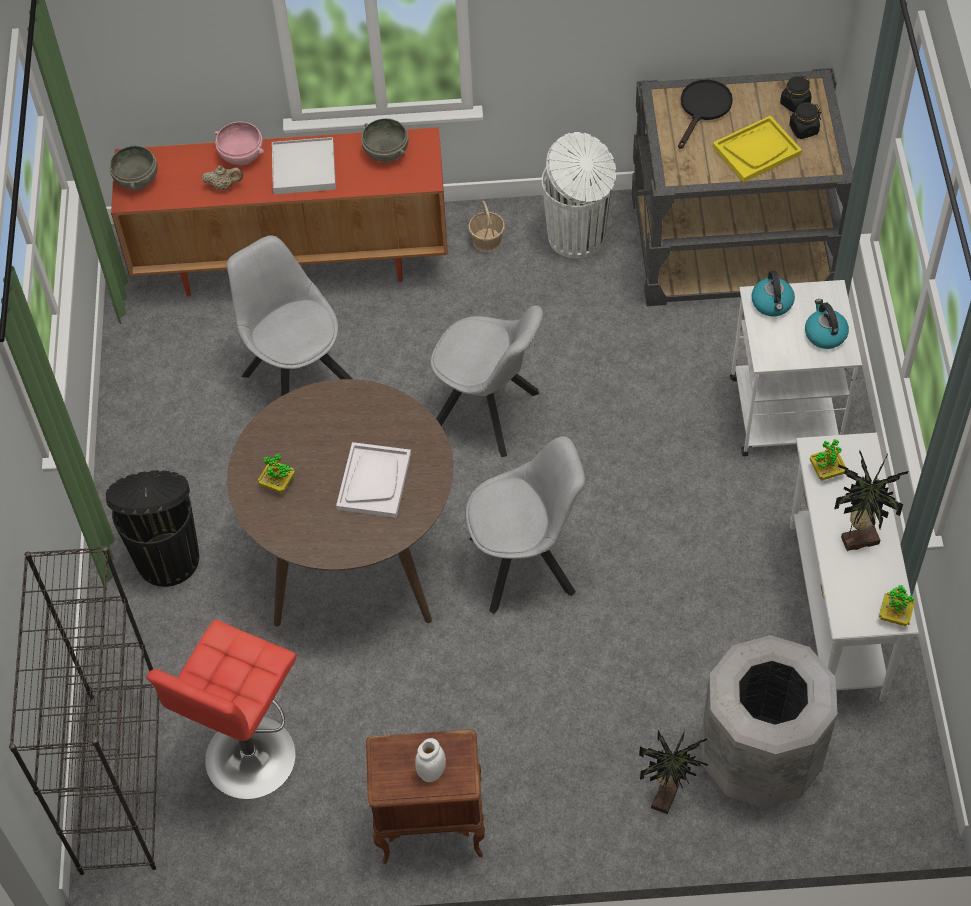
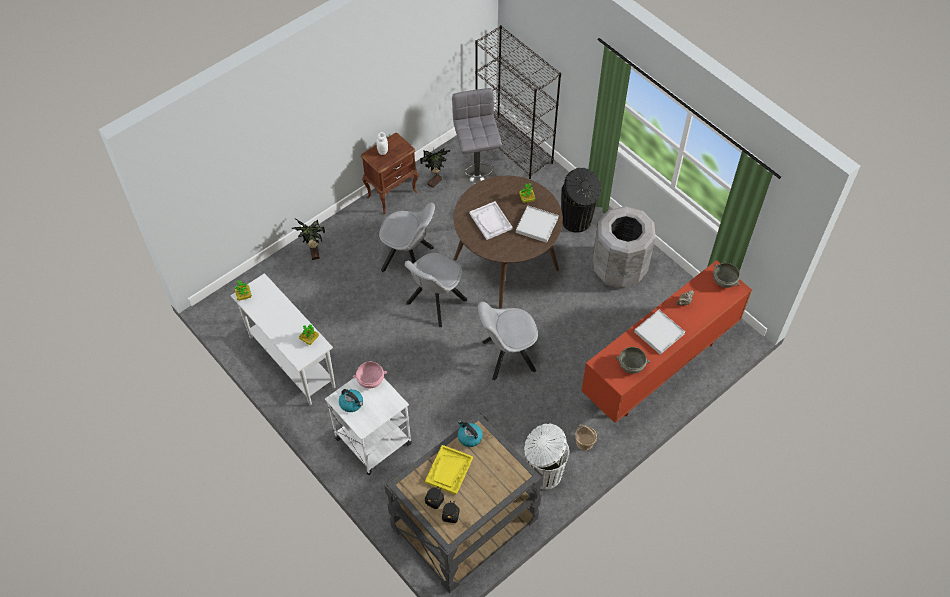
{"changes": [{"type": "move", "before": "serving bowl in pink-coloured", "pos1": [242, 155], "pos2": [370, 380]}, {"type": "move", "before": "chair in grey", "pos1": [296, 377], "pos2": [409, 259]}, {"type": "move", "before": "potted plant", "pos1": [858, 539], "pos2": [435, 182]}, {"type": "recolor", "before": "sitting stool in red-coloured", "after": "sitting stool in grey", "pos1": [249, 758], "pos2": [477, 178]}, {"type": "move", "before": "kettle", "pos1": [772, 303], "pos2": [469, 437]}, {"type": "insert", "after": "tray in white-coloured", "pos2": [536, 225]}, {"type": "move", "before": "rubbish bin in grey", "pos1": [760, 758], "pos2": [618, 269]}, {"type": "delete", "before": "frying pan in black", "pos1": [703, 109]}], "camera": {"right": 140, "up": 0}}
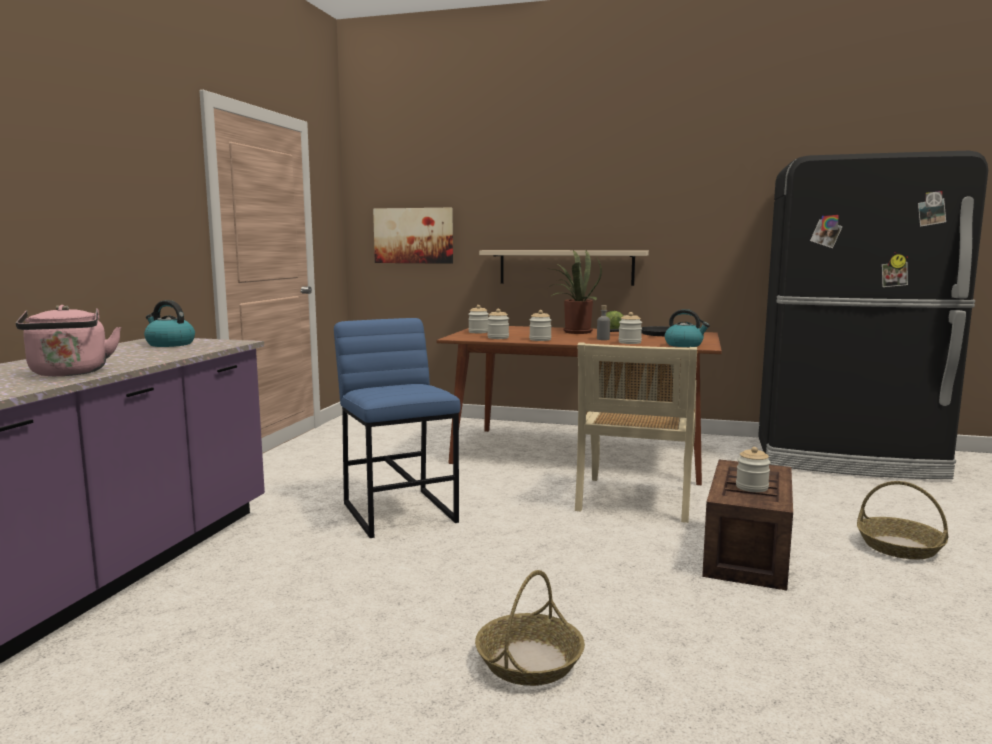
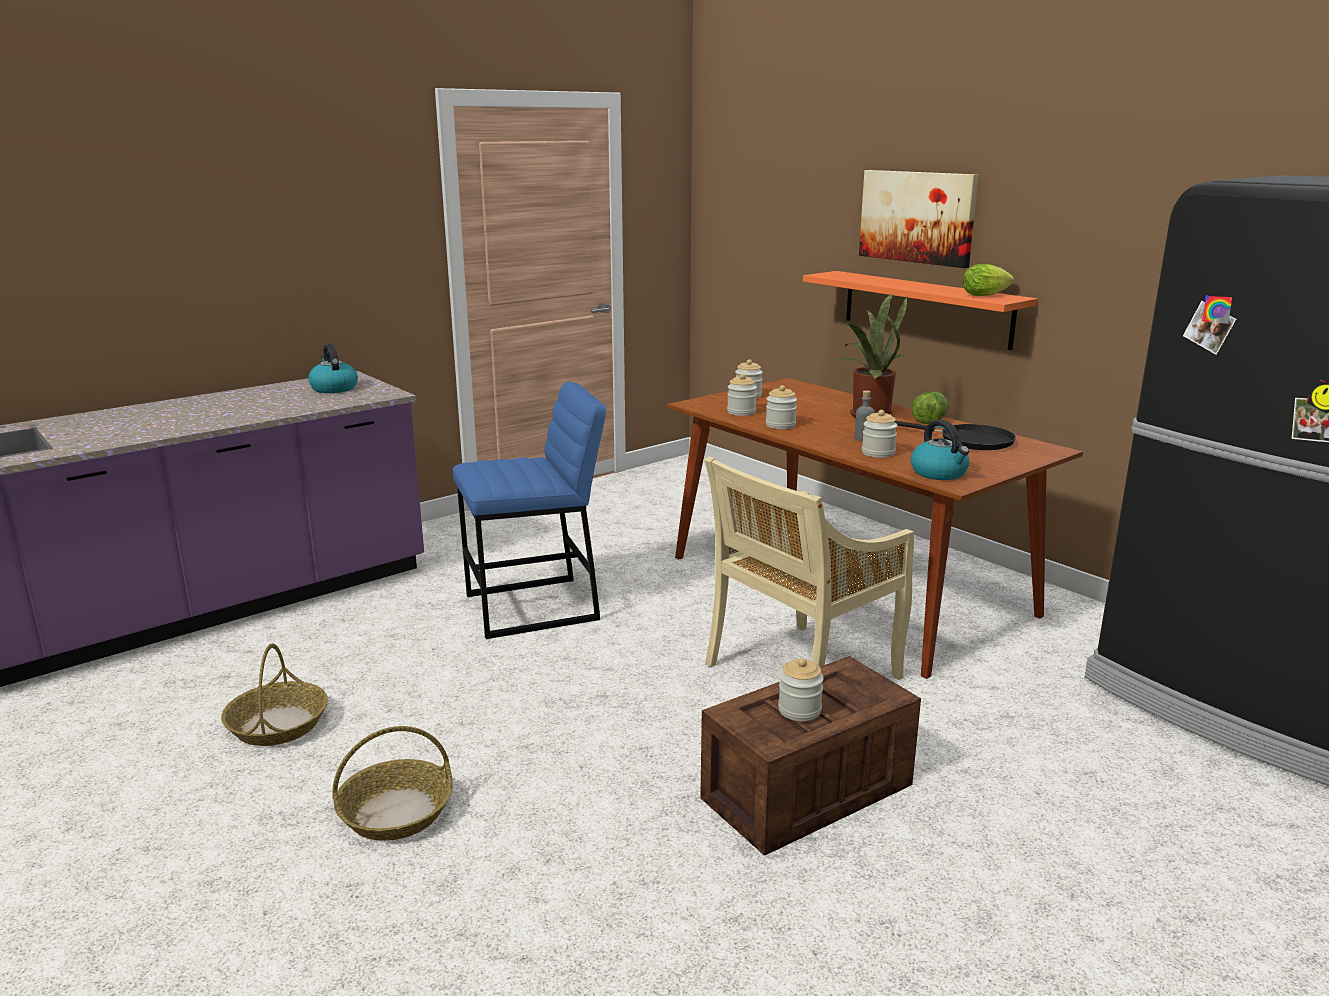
{"changes": [{"type": "move", "before": "household basket", "pos1": [898, 547], "pos2": [277, 724]}, {"type": "rotate", "before": "chair in bluish", "pos1": [398, 511], "pos2": [535, 606], "turn": 60}, {"type": "recolor", "before": "wall shelf in beige-coloured", "after": "wall shelf in orange", "pos1": [566, 267], "pos2": [926, 308]}, {"type": "move", "before": "wall art", "pos1": [413, 235], "pos2": [917, 217]}, {"type": "insert", "after": "lettuce", "pos2": [987, 295]}, {"type": "delete", "before": "kettle in pink-coloured", "pos1": [69, 373]}], "camera": {"right": 35, "up": 10}}
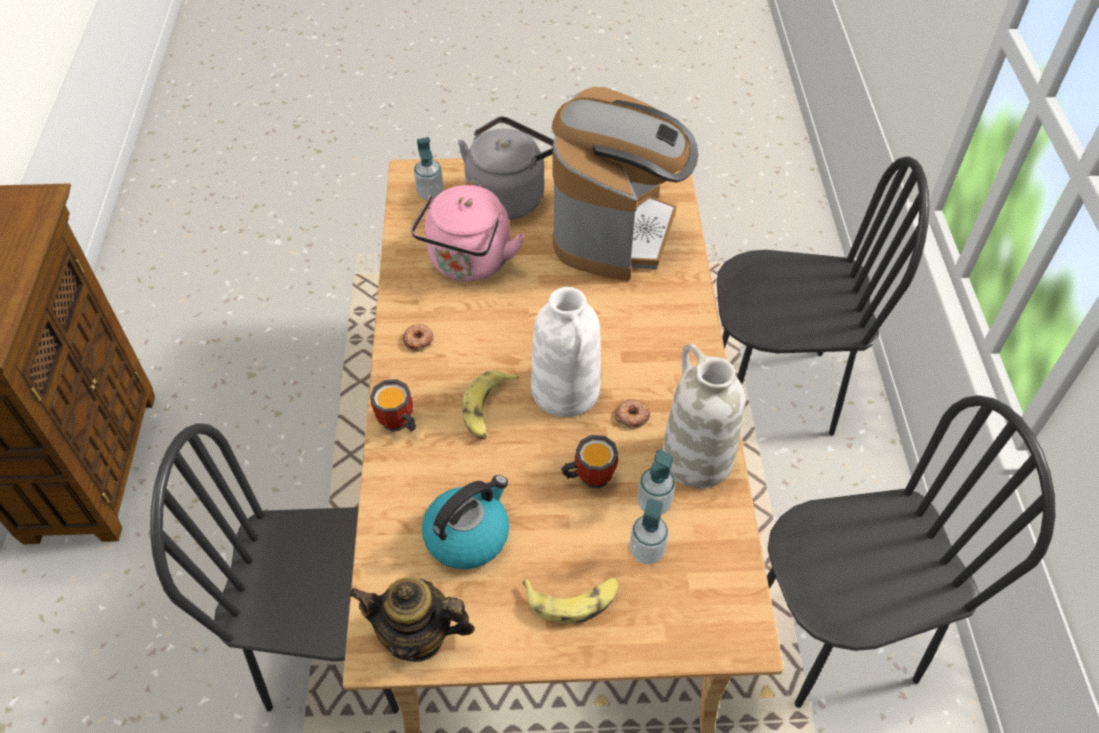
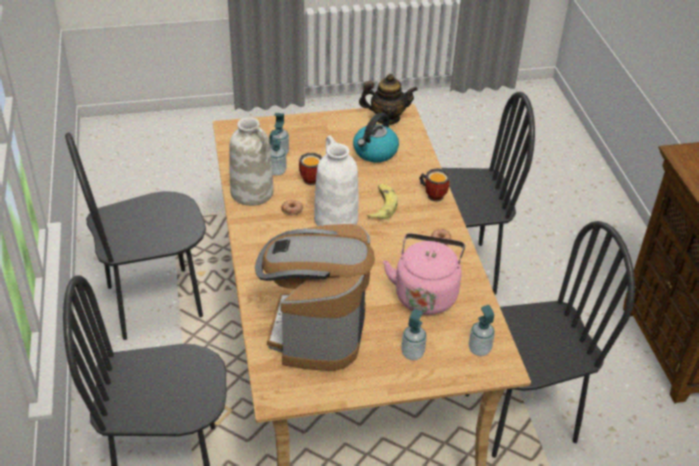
{"changes": [{"type": "replace", "before": "kettle in grey", "after": "soap bottle", "pos1": [508, 196], "pos2": [412, 353]}, {"type": "insert", "after": "chair in black", "pos2": [519, 416]}, {"type": "delete", "before": "whole banana", "pos1": [573, 599]}], "camera": {"right": 170, "up": -10}}
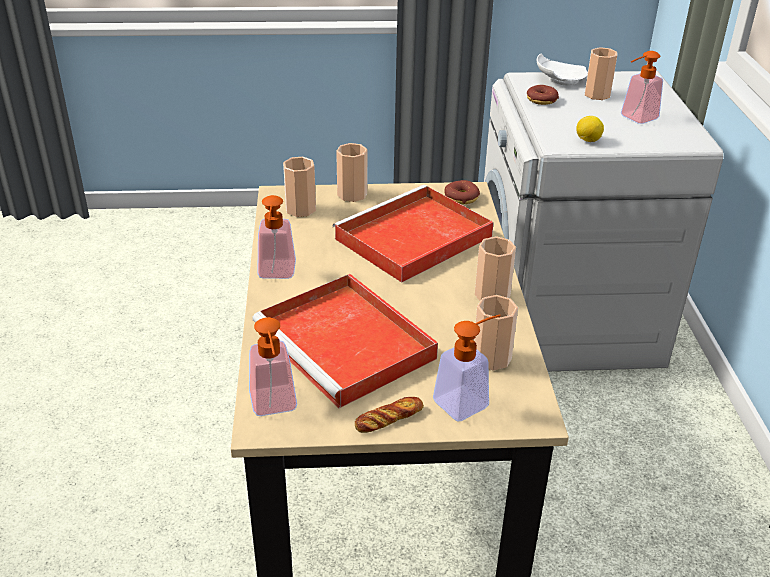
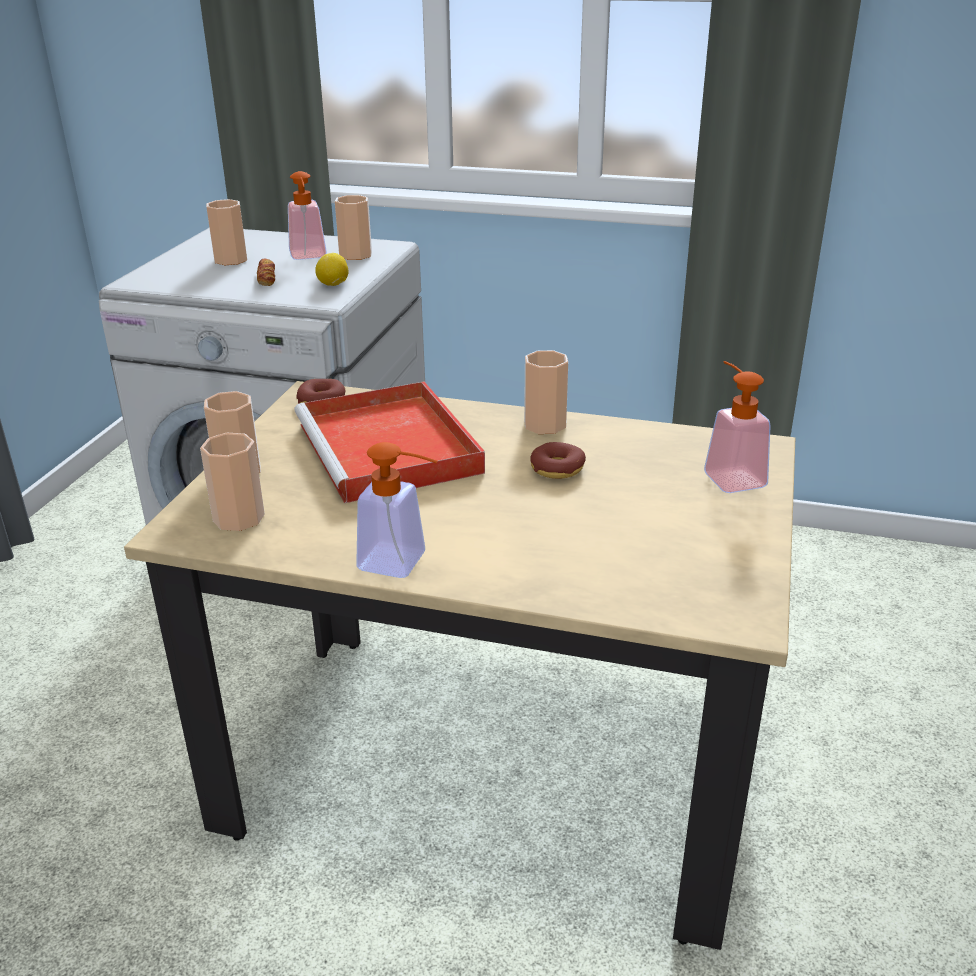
{"changes": [{"type": "move", "before": "bread", "pos1": [389, 418], "pos2": [266, 277]}, {"type": "move", "before": "drinking cup", "pos1": [491, 358], "pos2": [355, 255]}, {"type": "move", "before": "donut", "pos1": [541, 100], "pos2": [557, 469]}, {"type": "delete", "before": "soap bottle", "pos1": [274, 407]}, {"type": "delete", "before": "tray in red-coloured", "pos1": [348, 345]}, {"type": "delete", "before": "plate in white-coloured", "pos1": [559, 79]}], "camera": {"right": -70, "up": -5}}
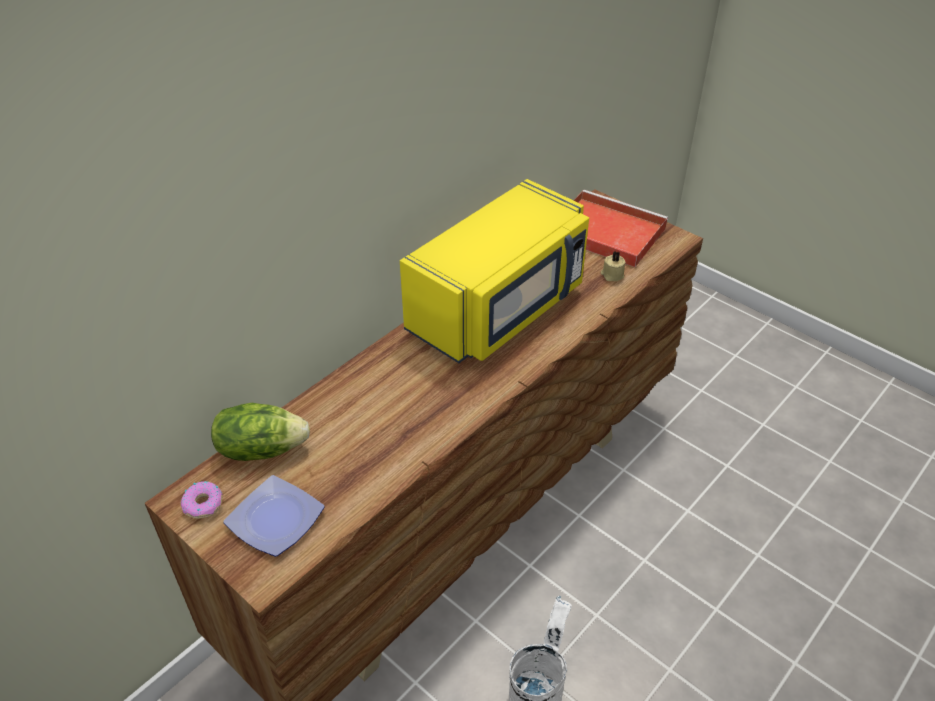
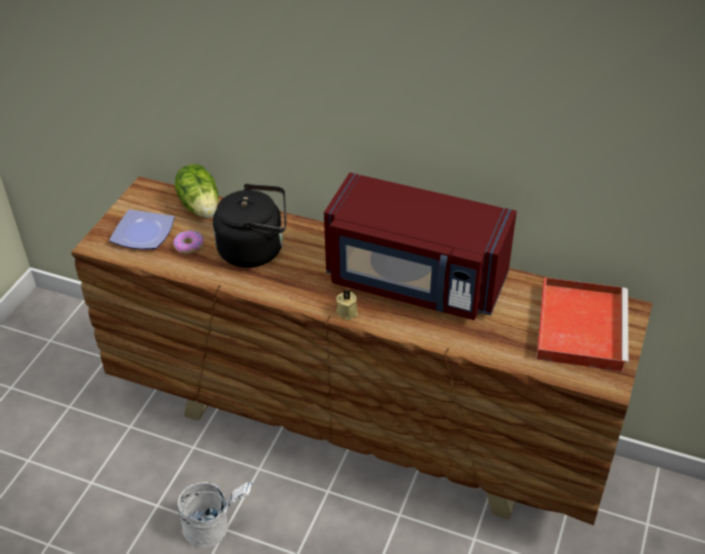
{"changes": [{"type": "move", "before": "donut", "pos1": [203, 504], "pos2": [189, 246]}, {"type": "insert", "after": "kettle in black", "pos2": [255, 249]}, {"type": "recolor", "before": "kitchen microwave in yellowish", "after": "kitchen microwave in red-coloured", "pos1": [499, 308], "pos2": [415, 281]}, {"type": "move", "before": "candle in beige-coloured", "pos1": [612, 275], "pos2": [347, 311]}], "camera": {"right": 70, "up": 0}}
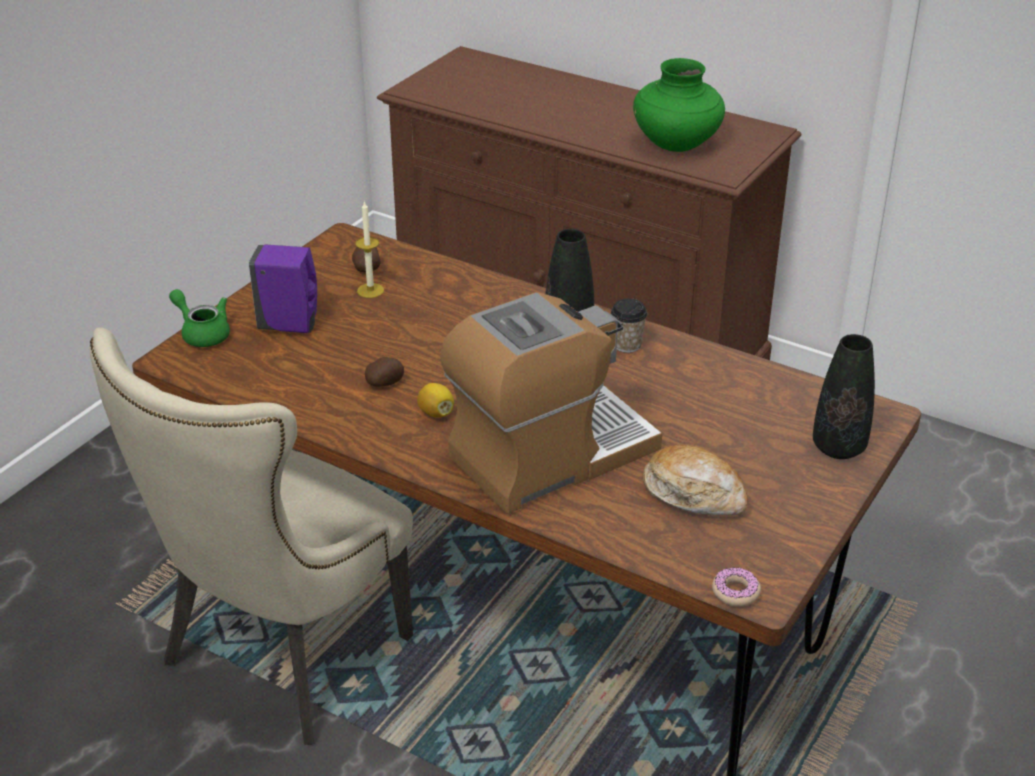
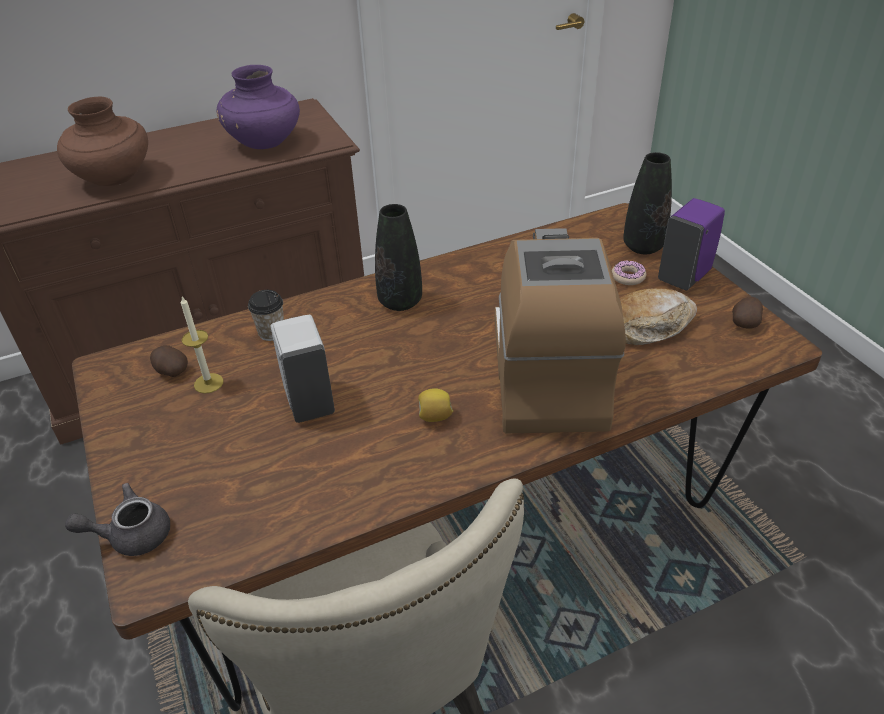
{"changes": [{"type": "insert", "after": "flower vase in brown", "pos2": [114, 178]}, {"type": "recolor", "before": "teapot in greenish", "after": "teapot in grey", "pos1": [202, 333], "pos2": [131, 535]}, {"type": "recolor", "before": "flower vase in greenish", "after": "flower vase in purple-coloured", "pos1": [676, 144], "pos2": [265, 142]}, {"type": "move", "before": "drinking cup", "pos1": [627, 345], "pos2": [271, 333]}, {"type": "insert", "after": "soap bottle in white-coloured", "pos2": [309, 401]}, {"type": "move", "before": "donut", "pos1": [735, 592], "pos2": [628, 277]}, {"type": "move", "before": "soap bottle in purple-coloured", "pos1": [291, 326], "pos2": [685, 276]}, {"type": "move", "before": "whole potato", "pos1": [385, 383], "pos2": [744, 322]}], "camera": {"right": -55, "up": 5}}
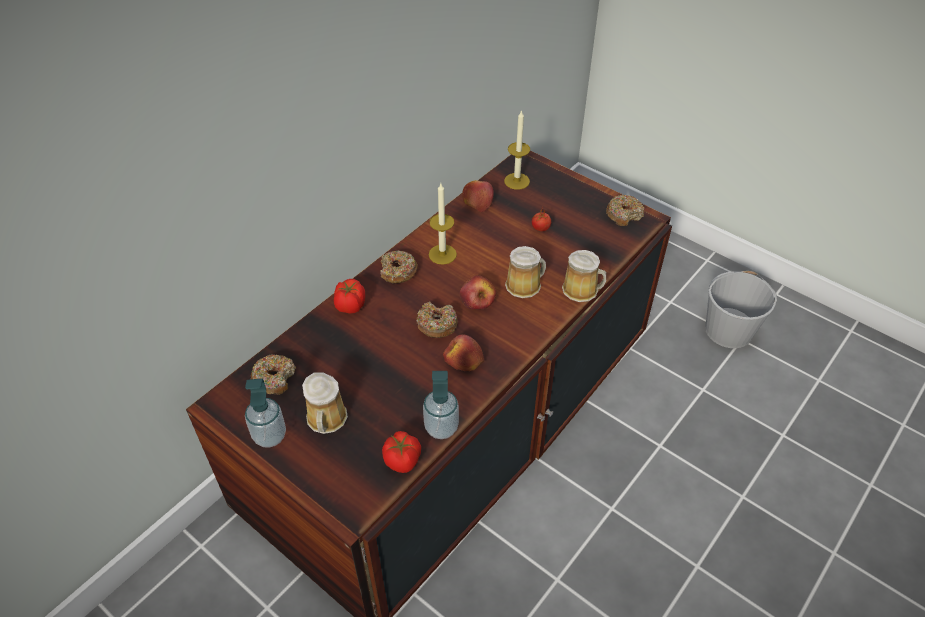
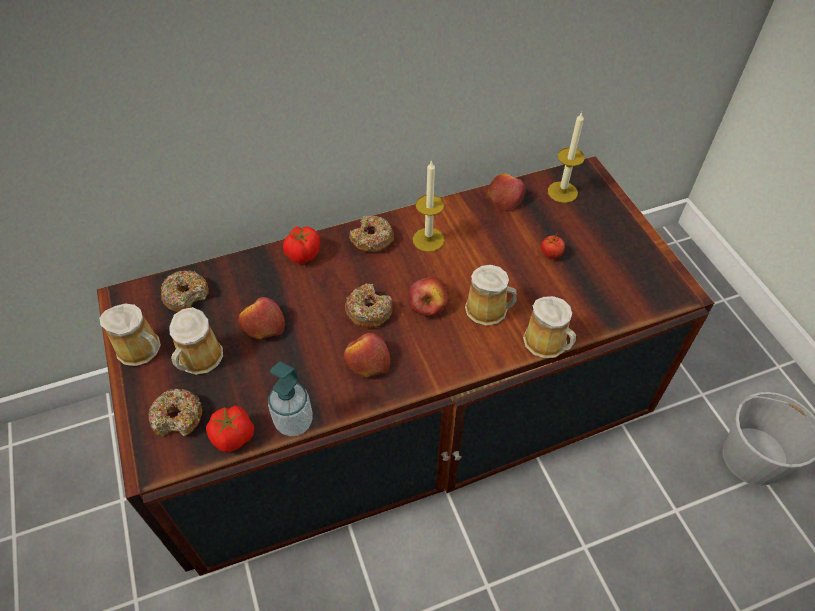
{"changes": [{"type": "replace", "before": "soap bottle", "after": "coffee mug", "pos1": [270, 436], "pos2": [141, 349]}, {"type": "move", "before": "donut", "pos1": [624, 215], "pos2": [178, 418]}, {"type": "insert", "after": "whole apple", "pos2": [263, 325]}], "camera": {"right": 30, "up": 5}}
